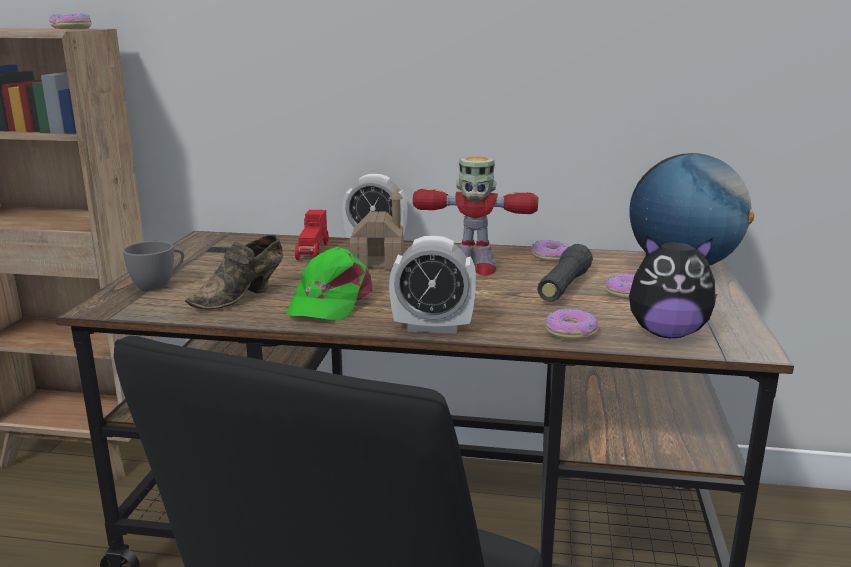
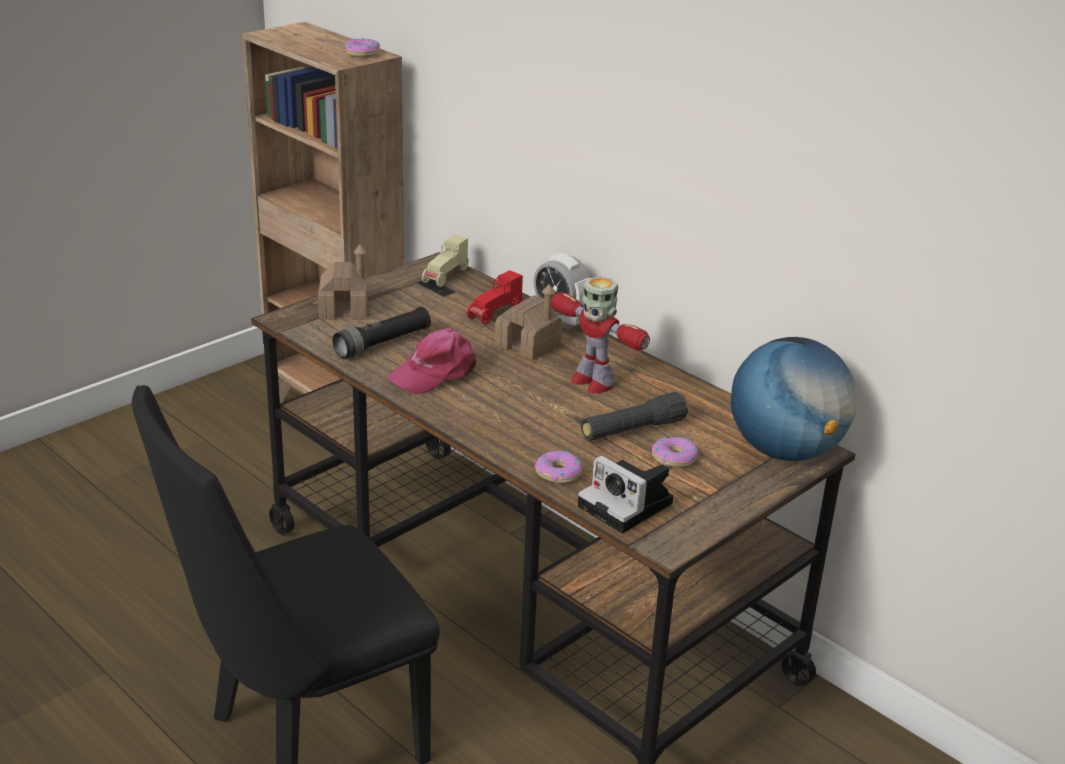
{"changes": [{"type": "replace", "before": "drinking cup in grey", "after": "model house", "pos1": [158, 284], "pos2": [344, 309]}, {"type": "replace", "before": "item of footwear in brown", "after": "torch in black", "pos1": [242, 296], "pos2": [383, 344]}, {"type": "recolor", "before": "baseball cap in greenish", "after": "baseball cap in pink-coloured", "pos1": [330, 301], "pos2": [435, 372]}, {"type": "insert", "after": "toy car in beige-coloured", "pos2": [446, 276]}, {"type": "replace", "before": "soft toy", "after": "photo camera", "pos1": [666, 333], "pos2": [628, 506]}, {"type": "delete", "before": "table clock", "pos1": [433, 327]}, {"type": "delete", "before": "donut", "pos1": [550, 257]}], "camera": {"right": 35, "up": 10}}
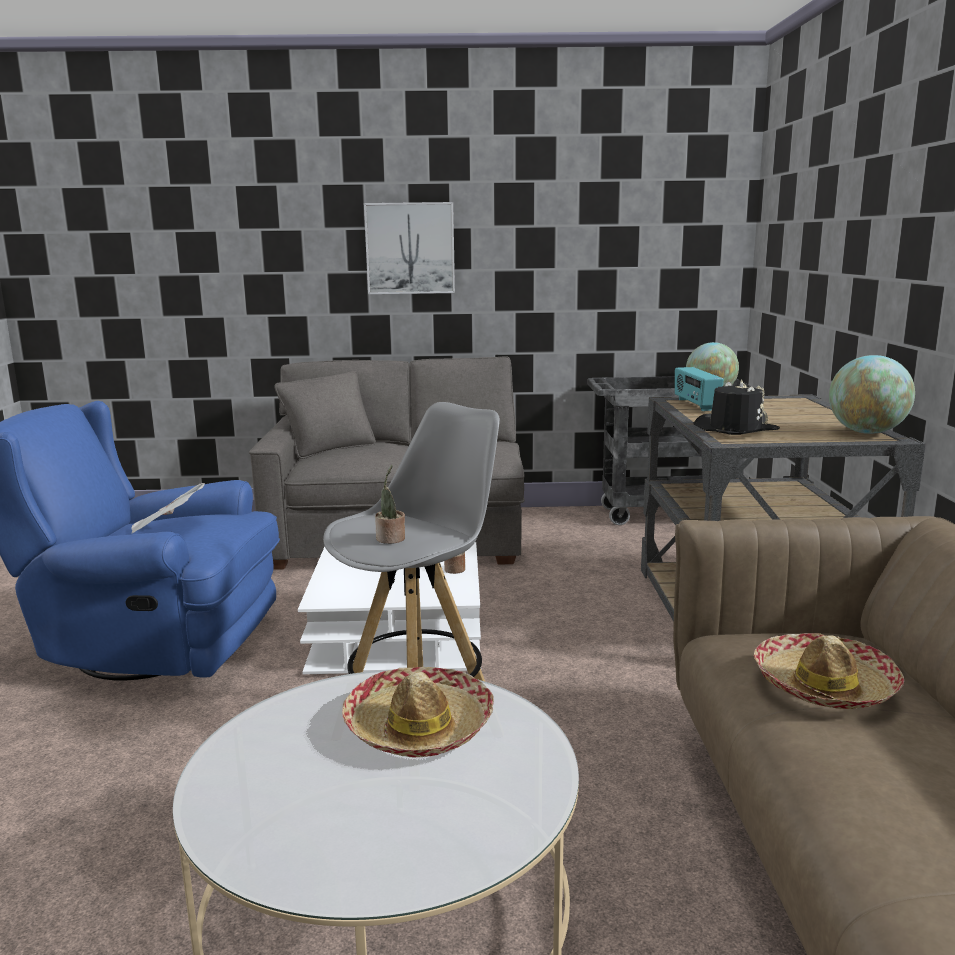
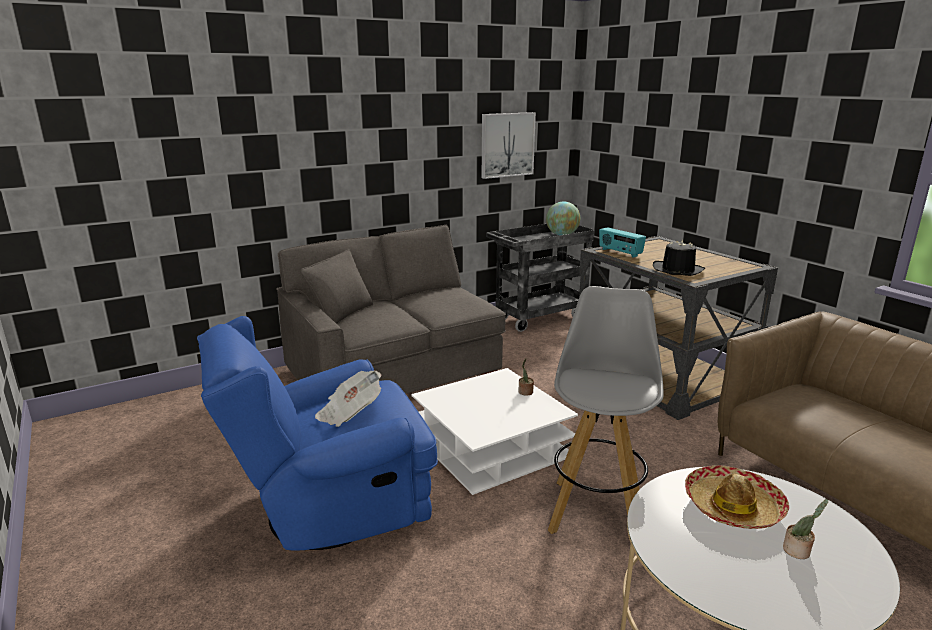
{"changes": [{"type": "move", "before": "wall art", "pos1": [410, 248], "pos2": [507, 145]}, {"type": "move", "before": "potted plant", "pos1": [391, 539], "pos2": [798, 551]}, {"type": "delete", "before": "wearable hat", "pos1": [824, 686]}, {"type": "delete", "before": "world globe", "pos1": [866, 432]}], "camera": {"right": -30, "up": 5}}
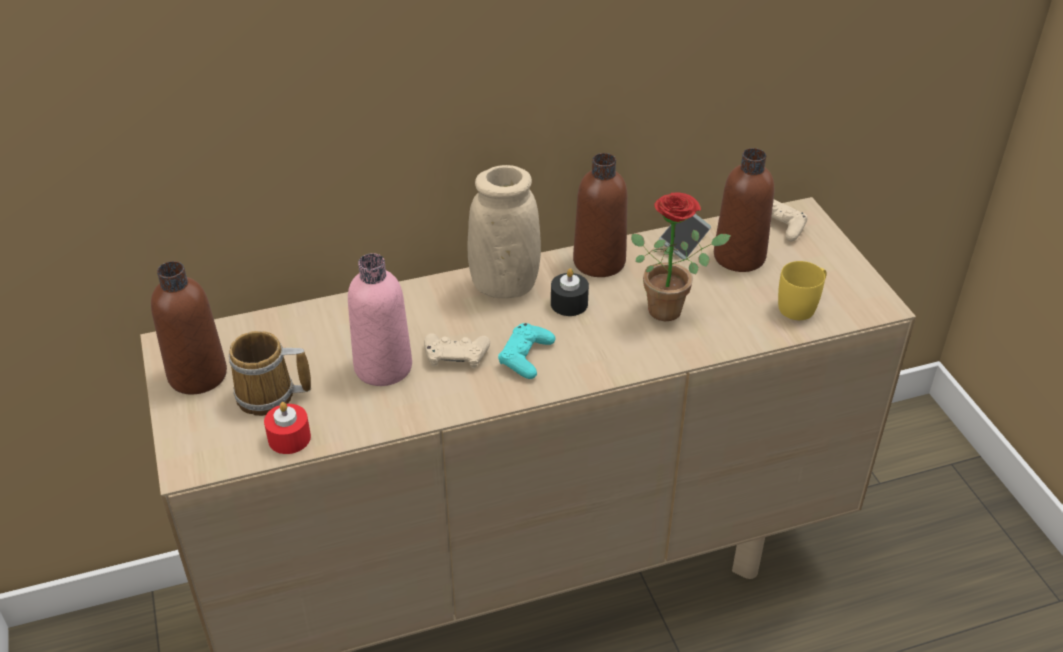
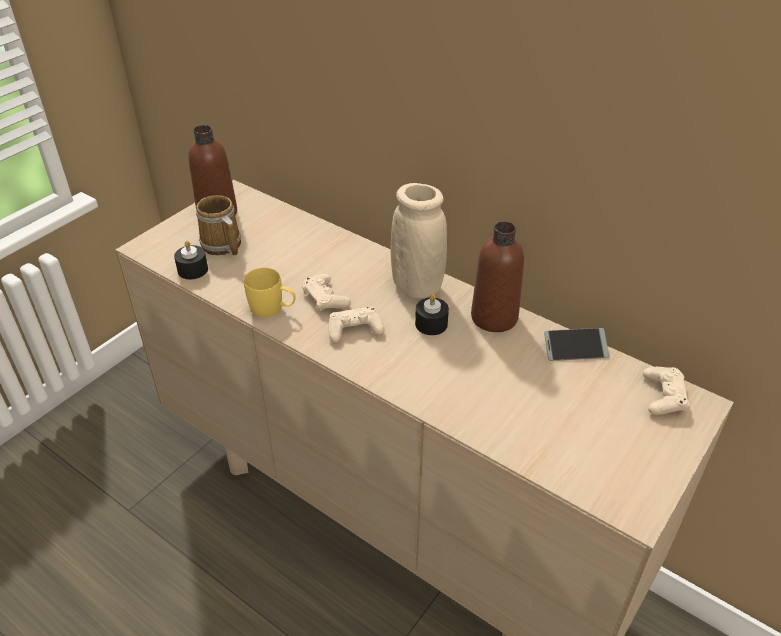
{"changes": [{"type": "recolor", "before": "candle in red-coloured", "after": "candle in black", "pos1": [289, 438], "pos2": [193, 270]}, {"type": "move", "before": "coffee mug in yellowish", "pos1": [801, 305], "pos2": [273, 309]}, {"type": "recolor", "before": "game controller in blue-green", "after": "game controller in beige-coloured", "pos1": [526, 356], "pos2": [354, 329]}, {"type": "delete", "before": "beverage bottle in pink-coloured", "pos1": [383, 367]}, {"type": "delete", "before": "potted plant", "pos1": [671, 308]}, {"type": "delete", "before": "beverage bottle in brown", "pos1": [739, 257]}], "camera": {"right": 55, "up": 0}}
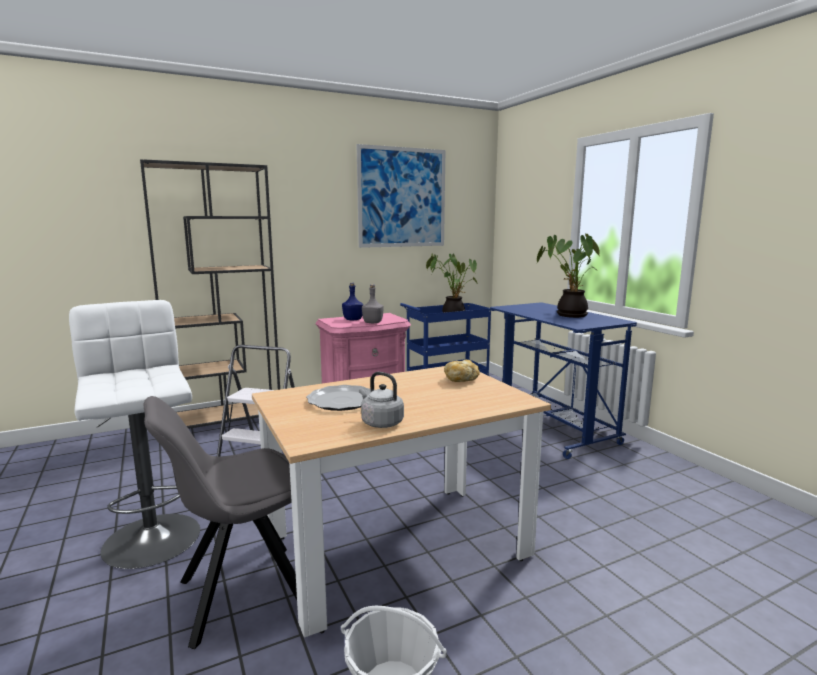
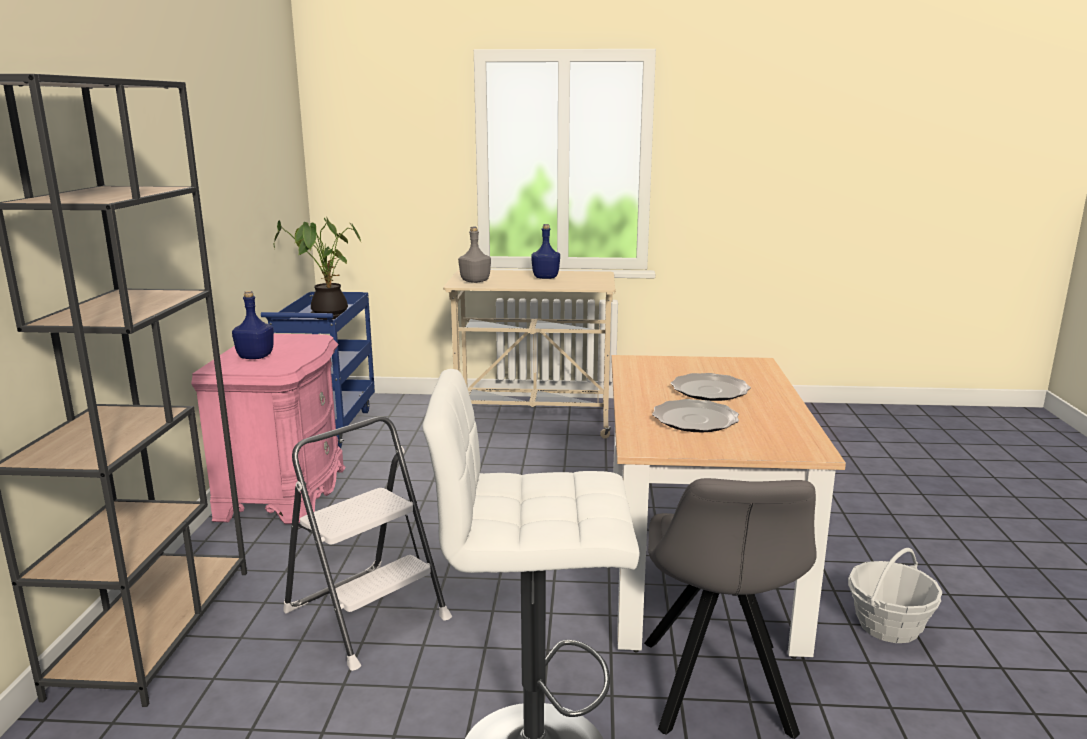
{"changes": [{"type": "recolor", "before": "desk in bluish", "after": "desk in beige-coloured", "pos1": [550, 428], "pos2": [533, 420]}, {"type": "move", "before": "beverage bottle in grey", "pos1": [373, 322], "pos2": [475, 281]}, {"type": "replace", "before": "potted plant", "after": "beverage bottle in bluish", "pos1": [568, 315], "pos2": [545, 278]}, {"type": "insert", "after": "plate", "pos2": [710, 390]}, {"type": "delete", "before": "wall art", "pos1": [402, 197]}, {"type": "delete", "before": "kettle in grey", "pos1": [380, 423]}, {"type": "delete", "before": "bread", "pos1": [461, 380]}], "camera": {"right": -60, "up": 5}}
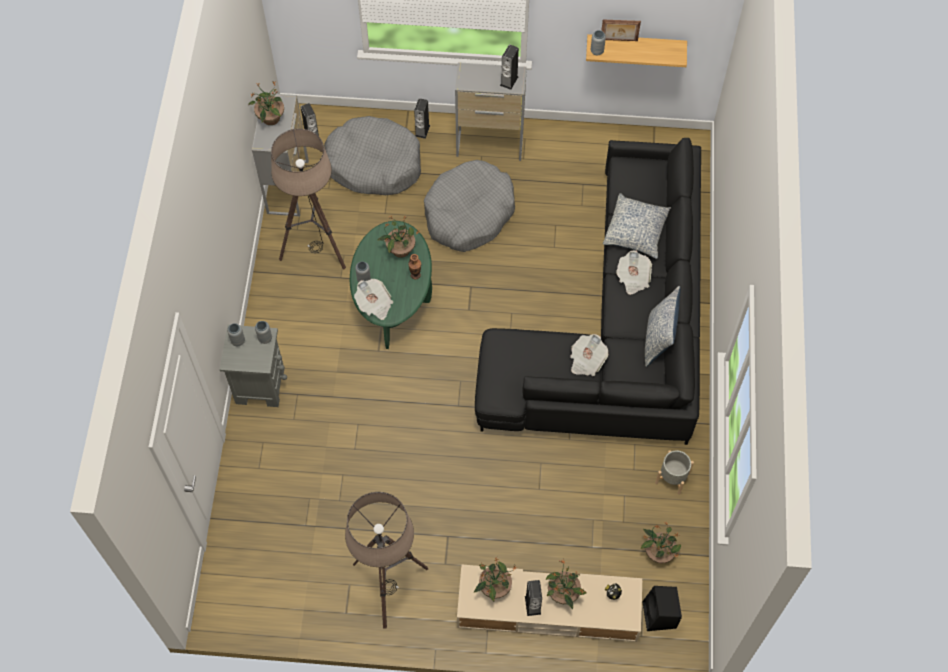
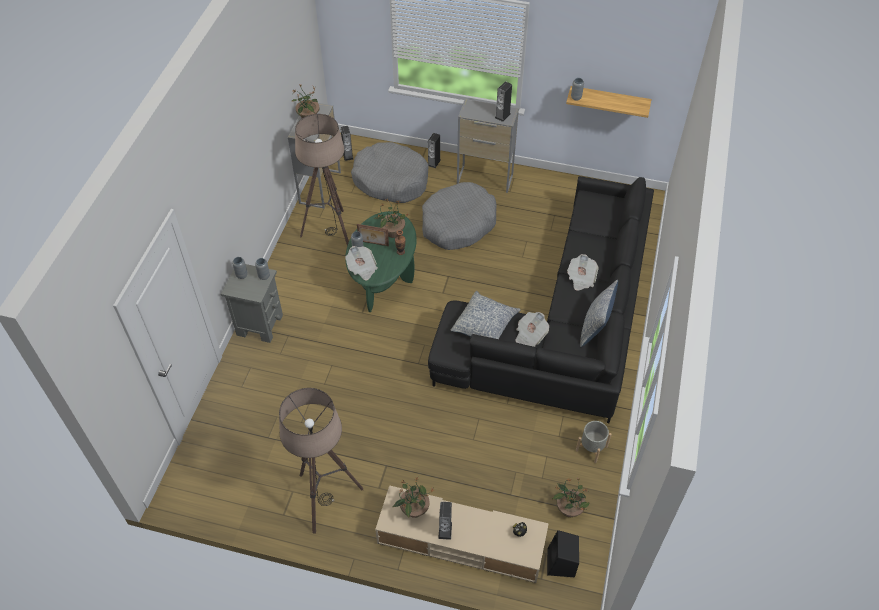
{"changes": [{"type": "move", "before": "picture frame", "pos1": [619, 40], "pos2": [373, 244]}, {"type": "move", "before": "throw pillow", "pos1": [636, 231], "pos2": [485, 325]}, {"type": "delete", "before": "potted plant", "pos1": [563, 593]}], "camera": {"right": 10, "up": -10}}
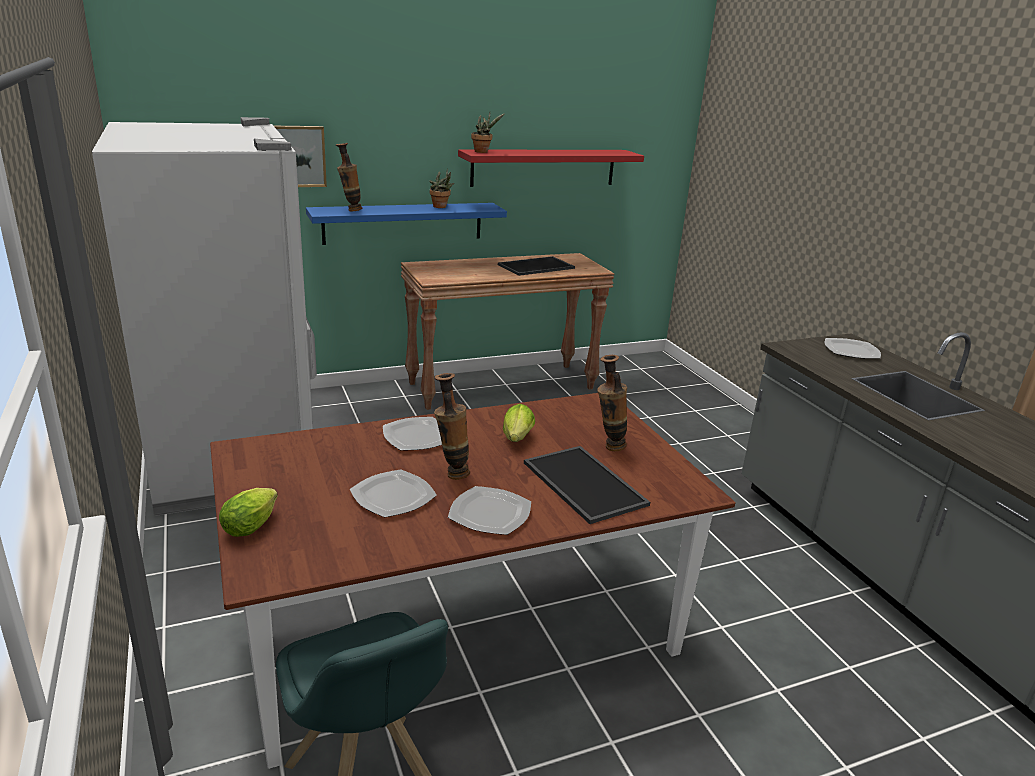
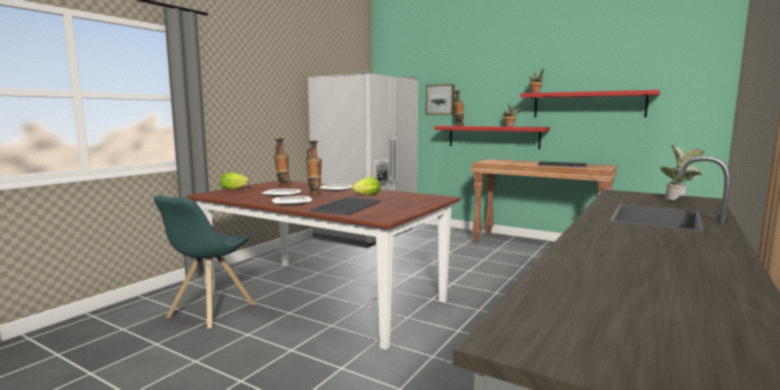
{"changes": [{"type": "move", "before": "flower vase", "pos1": [608, 447], "pos2": [283, 188]}, {"type": "recolor", "before": "wall shelf in bluish", "after": "wall shelf in red-coloured", "pos1": [403, 223], "pos2": [493, 136]}, {"type": "replace", "before": "plate", "after": "potted plant", "pos1": [850, 351], "pos2": [679, 200]}], "camera": {"right": 55, "up": -15}}
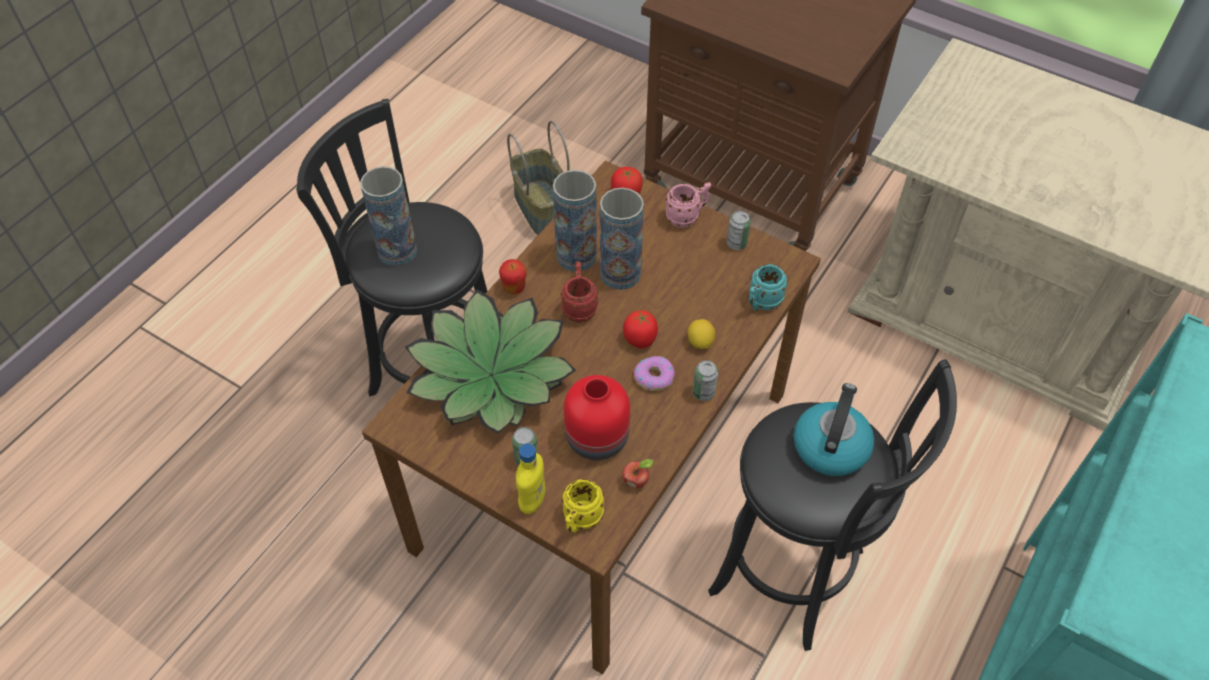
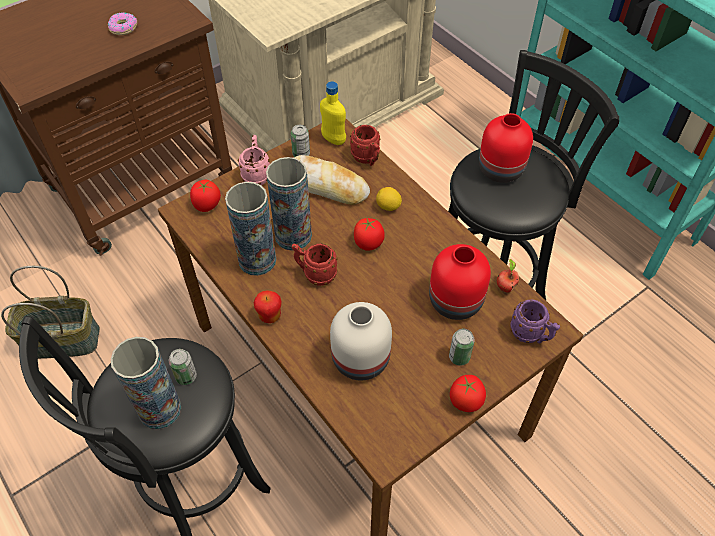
{"changes": [{"type": "move", "before": "donut", "pos1": [654, 377], "pos2": [123, 28]}, {"type": "move", "before": "can", "pos1": [703, 392], "pos2": [186, 376]}, {"type": "insert", "after": "bread", "pos2": [325, 186]}, {"type": "move", "before": "beverage bottle in yellowish", "pos1": [532, 500], "pos2": [333, 139]}, {"type": "replace", "before": "potted plant", "after": "flower vase in white-coloured", "pos1": [491, 374], "pos2": [360, 360]}, {"type": "recolor", "before": "coffee mug in blue-green", "after": "coffee mug in red-coloured", "pos1": [761, 303], "pos2": [367, 159]}, {"type": "insert", "after": "tomato", "pos2": [465, 401]}, {"type": "replace", "before": "kettle", "after": "flower vase in red-coloured", "pos1": [830, 446], "pos2": [501, 170]}, {"type": "recolor", "before": "coffee mug in yellowish", "after": "coffee mug in purple-coloured", "pos1": [580, 521], "pos2": [531, 335]}], "camera": {"right": -70, "up": 0}}
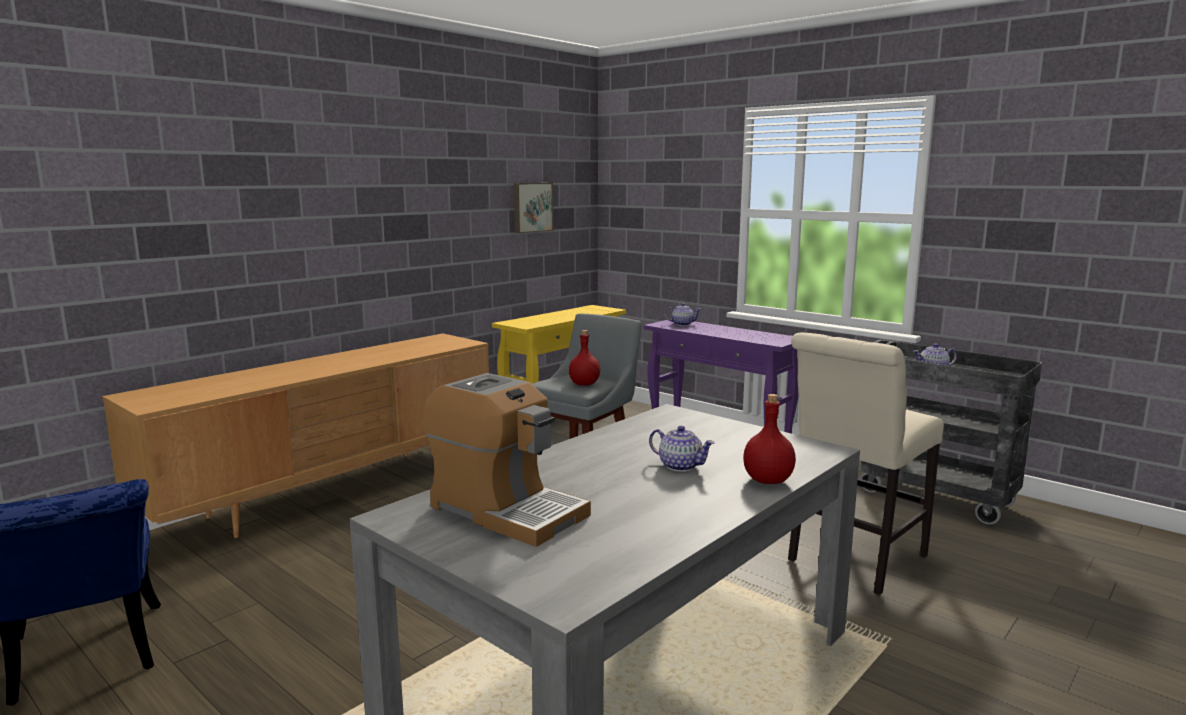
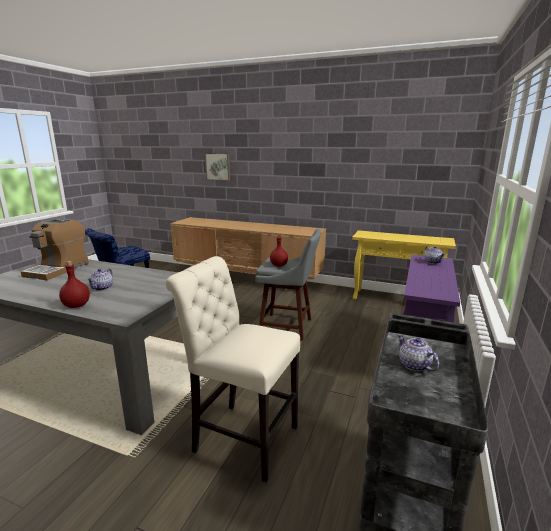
{"changes": [{"type": "move", "before": "wall art", "pos1": [532, 207], "pos2": [218, 166]}], "camera": {"right": 70, "up": 5}}
